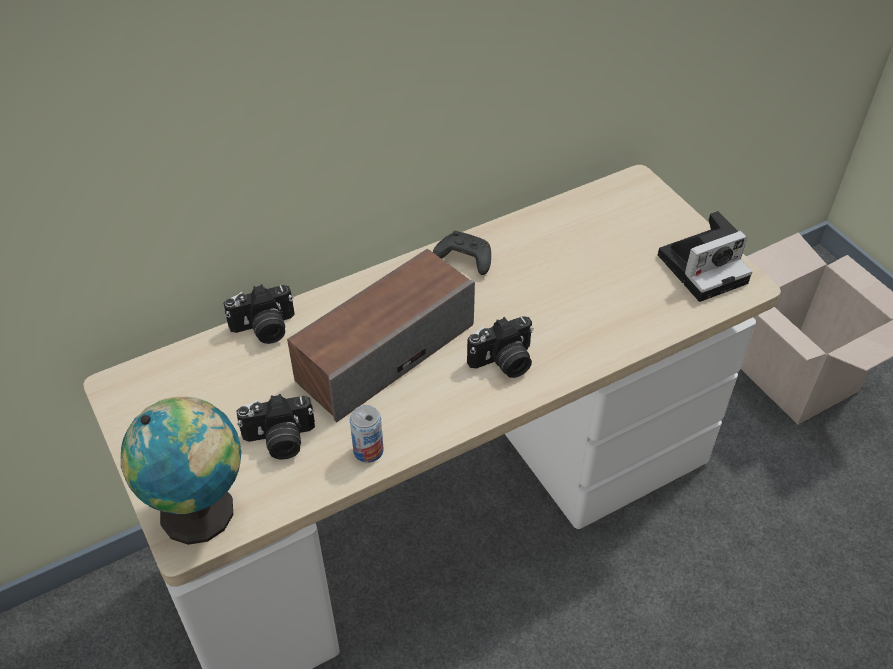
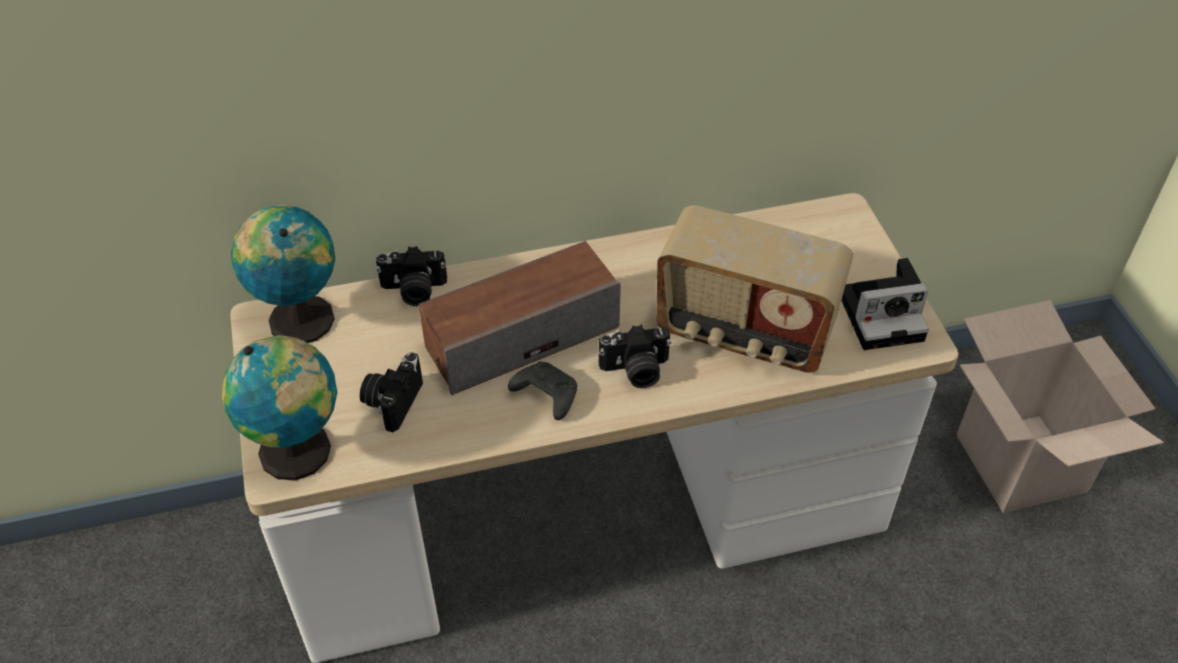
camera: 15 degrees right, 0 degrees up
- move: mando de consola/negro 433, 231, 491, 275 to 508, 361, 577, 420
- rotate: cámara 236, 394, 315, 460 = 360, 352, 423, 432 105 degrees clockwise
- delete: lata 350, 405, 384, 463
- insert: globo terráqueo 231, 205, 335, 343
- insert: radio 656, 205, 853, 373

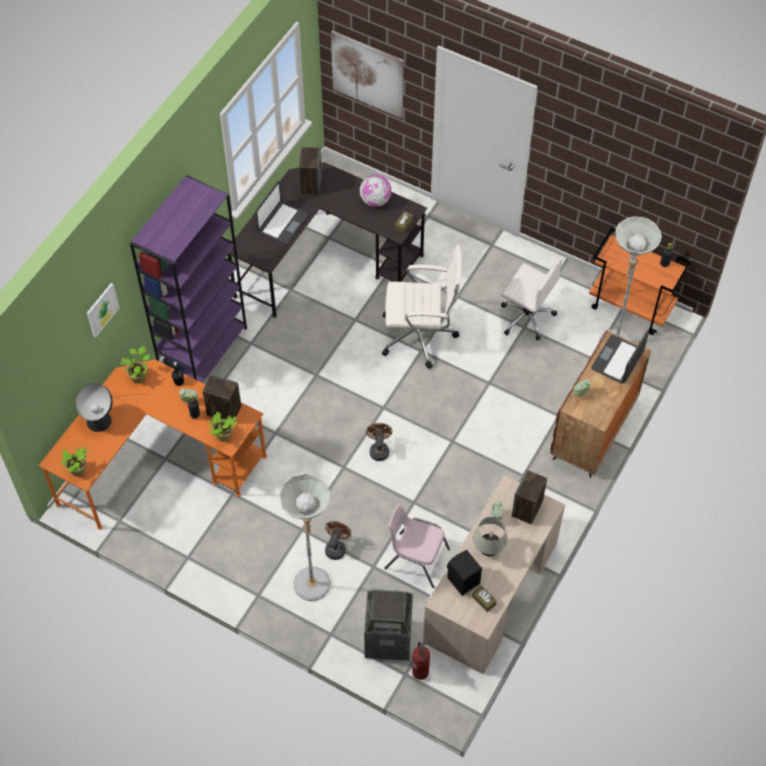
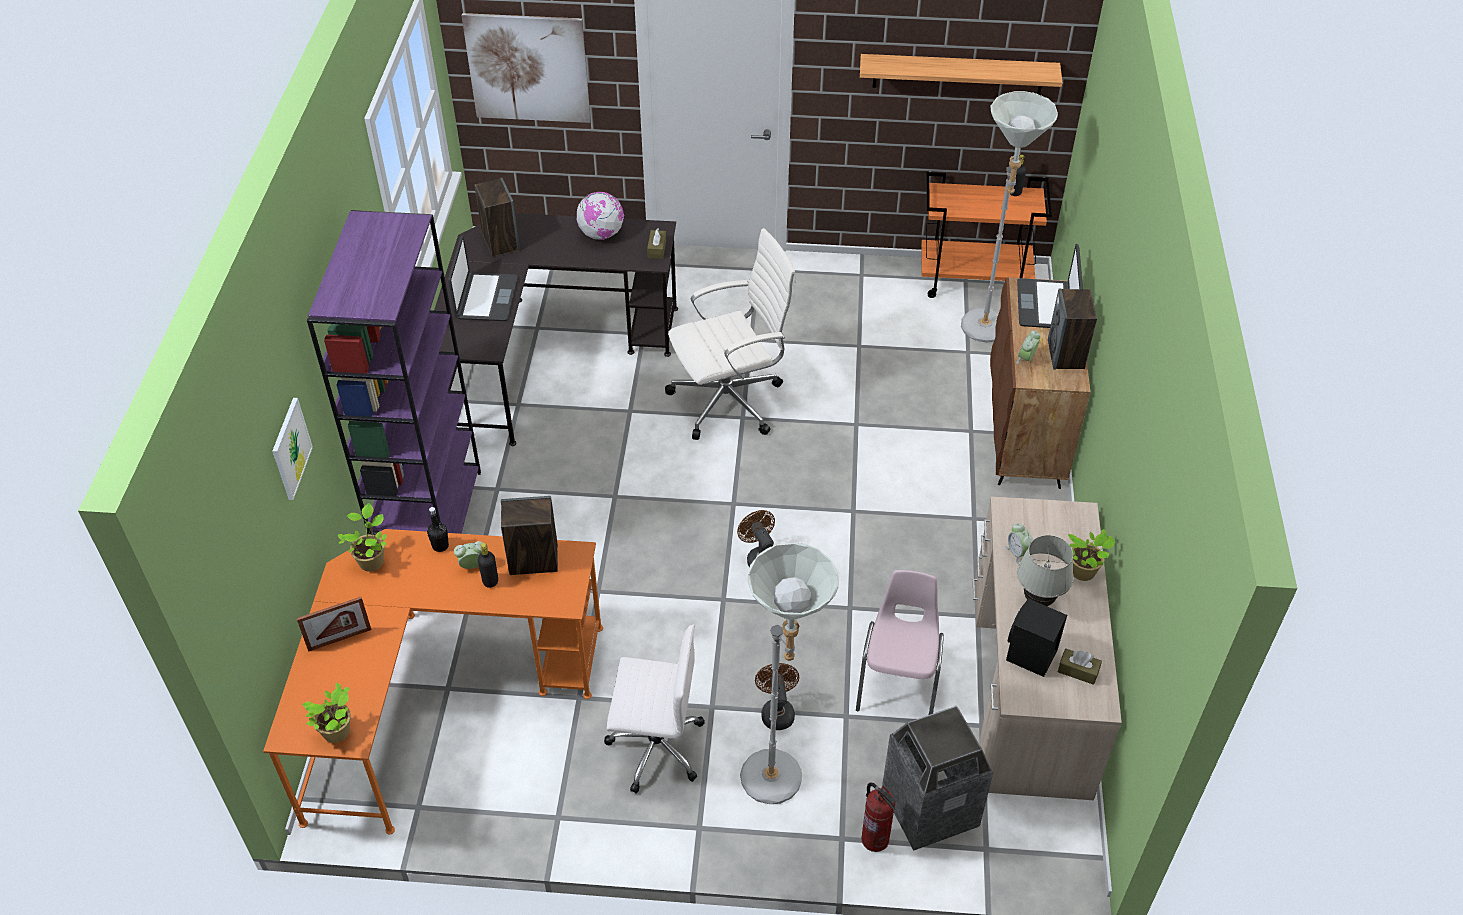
camera: 25 degrees left, 10 degrees down
- move: silla de oficina/blanco 501, 258, 563, 341 to 604, 624, 705, 794
- replace: lámpara de mesa 76, 383, 138, 432 to portarretratos 296, 597, 371, 652
- move: planta en maceta 209, 412, 237, 442 to 1068, 529, 1115, 581
- move: altavoz 512, 470, 547, 524 to 1048, 288, 1097, 369
- rotate: silla/rosa 384, 504, 450, 588 = 856, 570, 944, 715 105 degrees clockwise
- move: extintor 412, 642, 430, 680 to 861, 783, 896, 852
- insert: estante 860, 54, 1062, 95

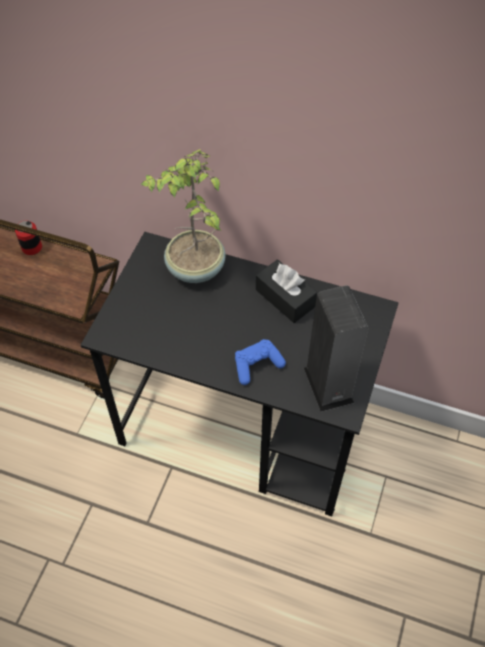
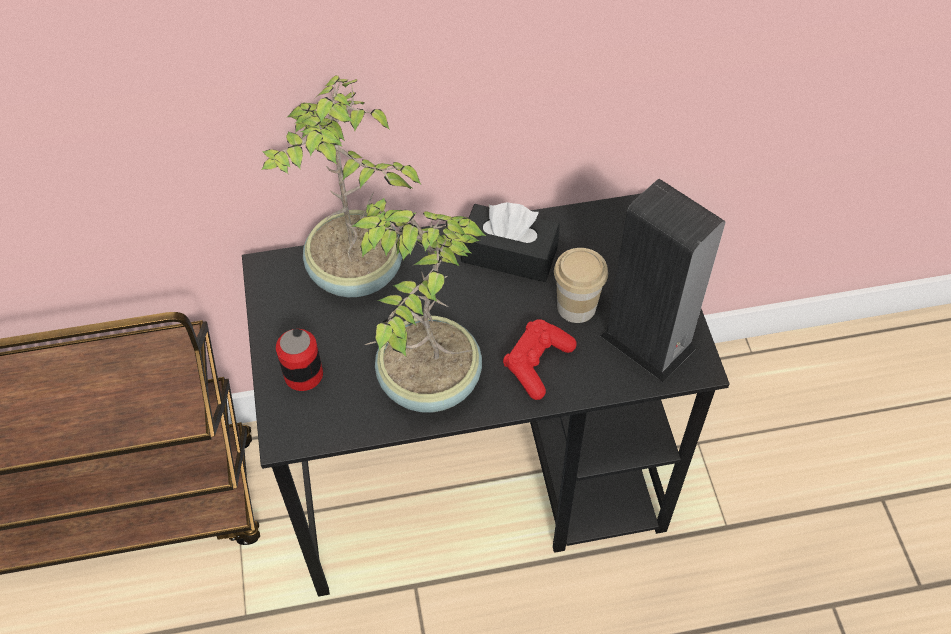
camera: 30 degrees left, 0 degrees up
- move: lata 15, 221, 42, 255 to 276, 329, 323, 391
- recolor: mando de consola/azul 235, 339, 286, 385 to mando de consola/rojo 503, 319, 577, 400
- insert: planta en maceta 351, 197, 486, 413
- insert: taza 554, 248, 608, 323

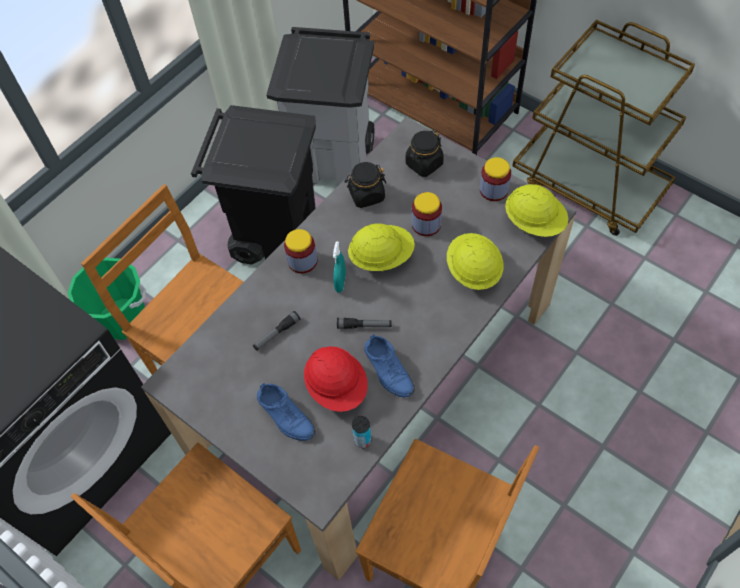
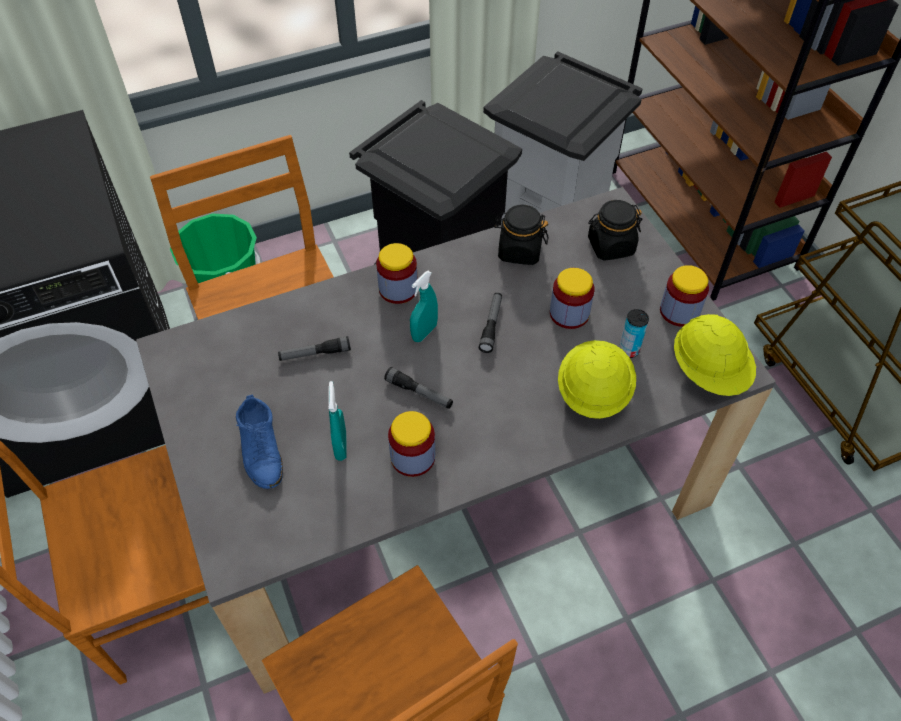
camera: 25 degrees right, 5 degrees down
- replace: casco/amarillo 348, 223, 415, 271 to linterna 479, 293, 502, 353
- replace: zapato/azul 364, 334, 415, 397 to tarro 388, 411, 435, 477
- replace: casco/rojo 304, 346, 368, 412 to pulverizador/turquesa 328, 381, 347, 461
- move: lata 352, 416, 371, 448 to 619, 309, 649, 358

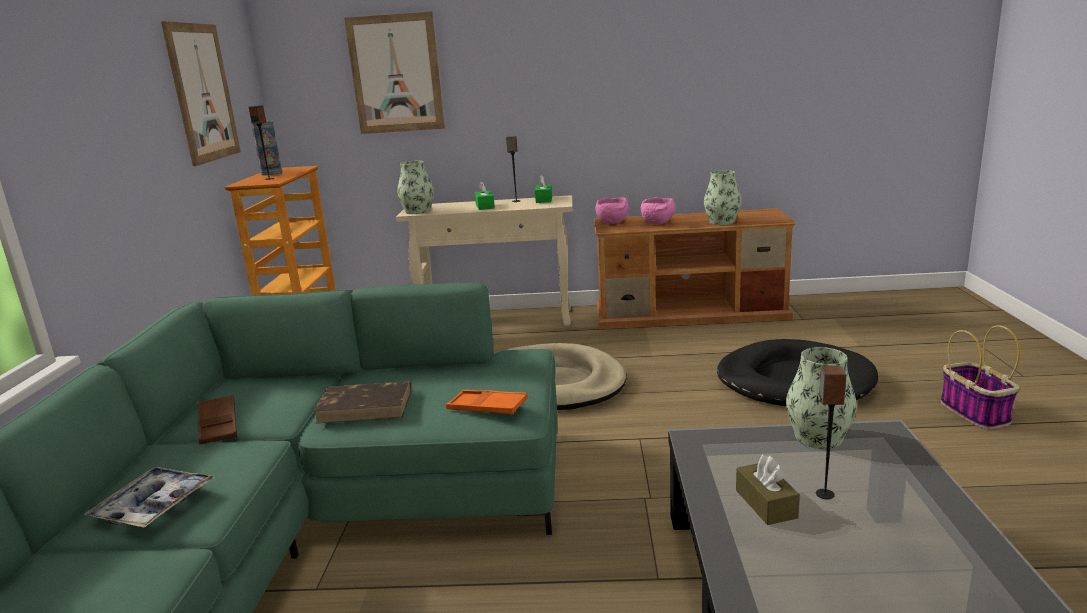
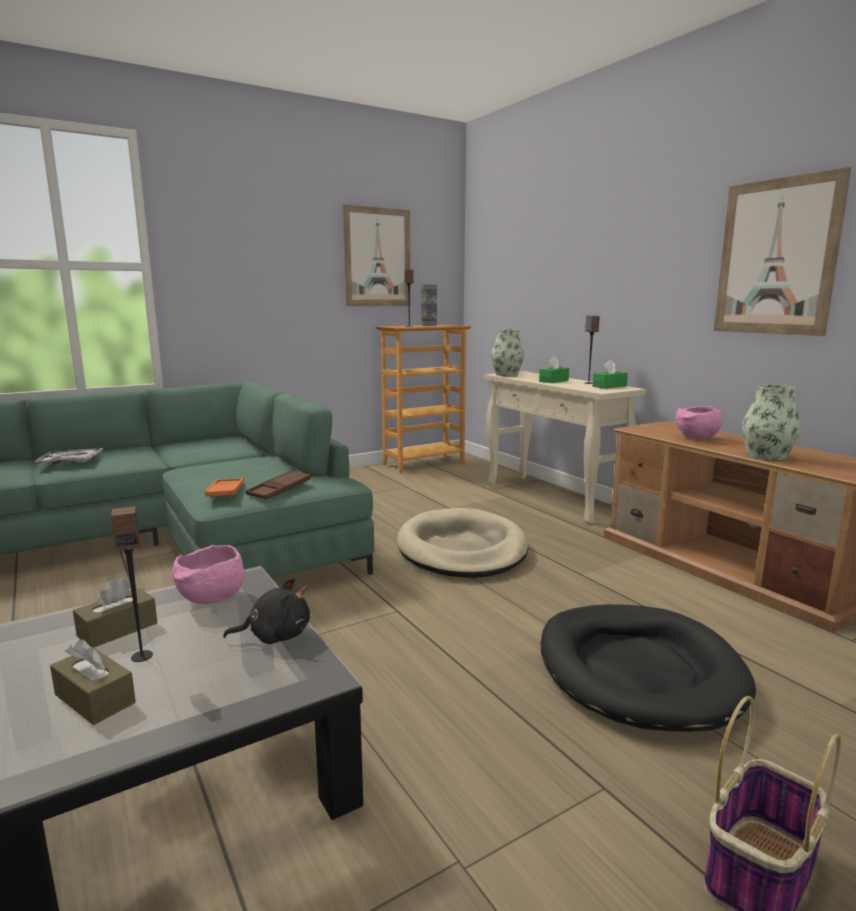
camera: 55 degrees right, 5 degrees down
- move: cuadro 344, 11, 445, 134 to 714, 167, 852, 336
- move: cuenco/rosa 595, 197, 629, 224 to 172, 545, 245, 604
- replace: florero 786, 347, 857, 449 to peluche/negro 223, 578, 310, 644
- delete: libro/marrón 314, 381, 412, 423
- move: bandeja/marrón 198, 395, 237, 445 to 246, 470, 311, 500
- insert: caja de pañuelos/marrón 50, 639, 136, 725

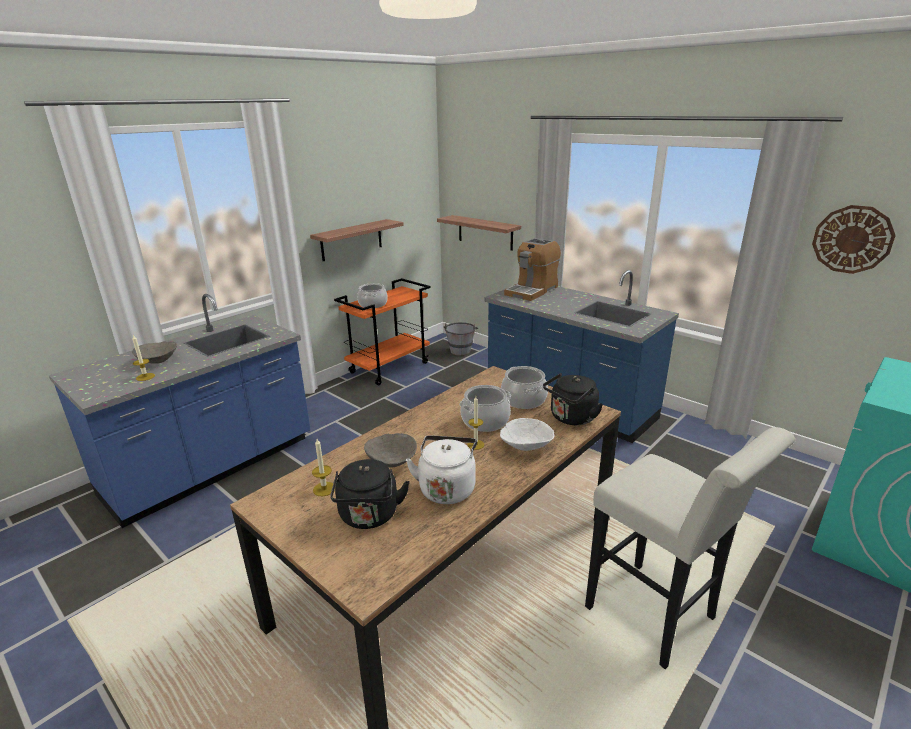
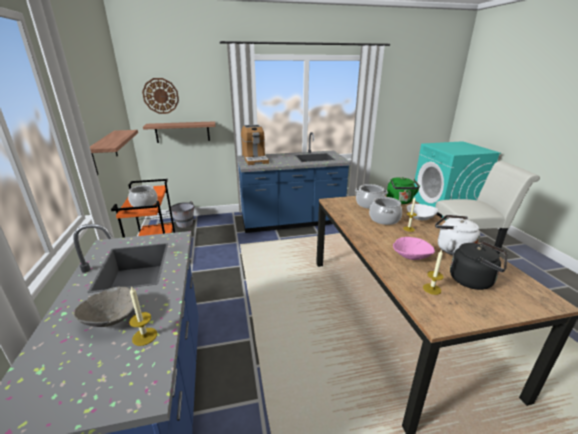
camera: 55 degrees left, 0 degrees up
- move: reloj de pared 812, 205, 896, 274 to 142, 78, 179, 114
- recolor: hervidor/negro 543, 373, 603, 425 to hervidor/verde 387, 177, 420, 204
- recolor: cuenco/gris 364, 433, 417, 467 to cuenco/rosa 393, 237, 435, 260

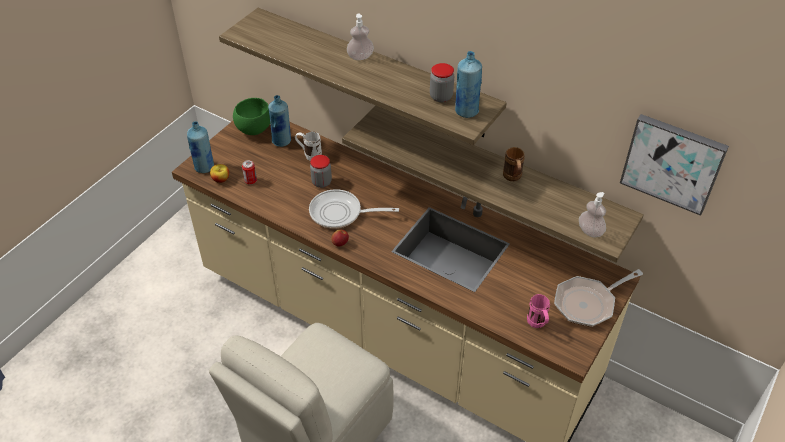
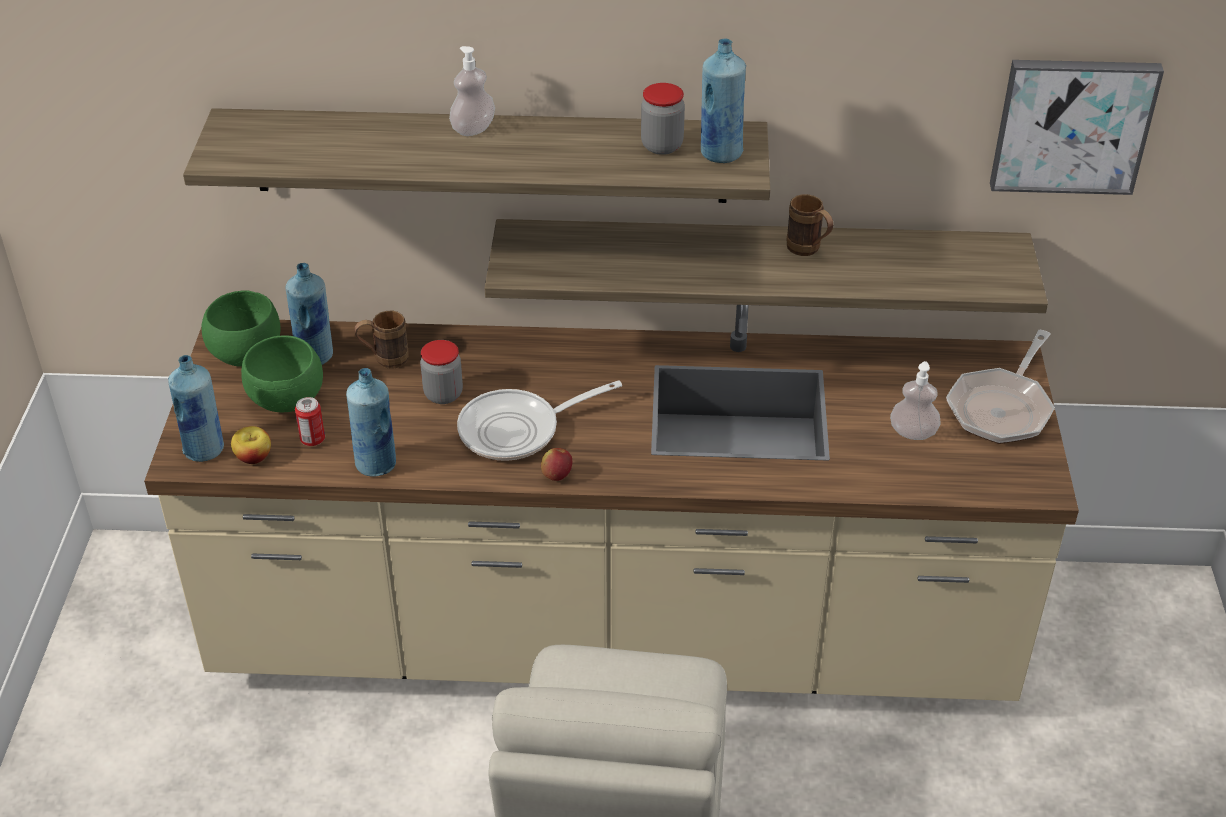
camera: 30 degrees left, 5 degrees down
- recolor: taza grande/blanco 295, 132, 322, 160 to taza grande/marrón 354, 310, 409, 369
- move: dispensador de jabón 579, 192, 606, 238 to 890, 361, 940, 440
- delete: taza grande/rosa 527, 294, 550, 328
- insert: cuenco/verde 241, 335, 323, 412
- insert: botella/azul 346, 368, 396, 477

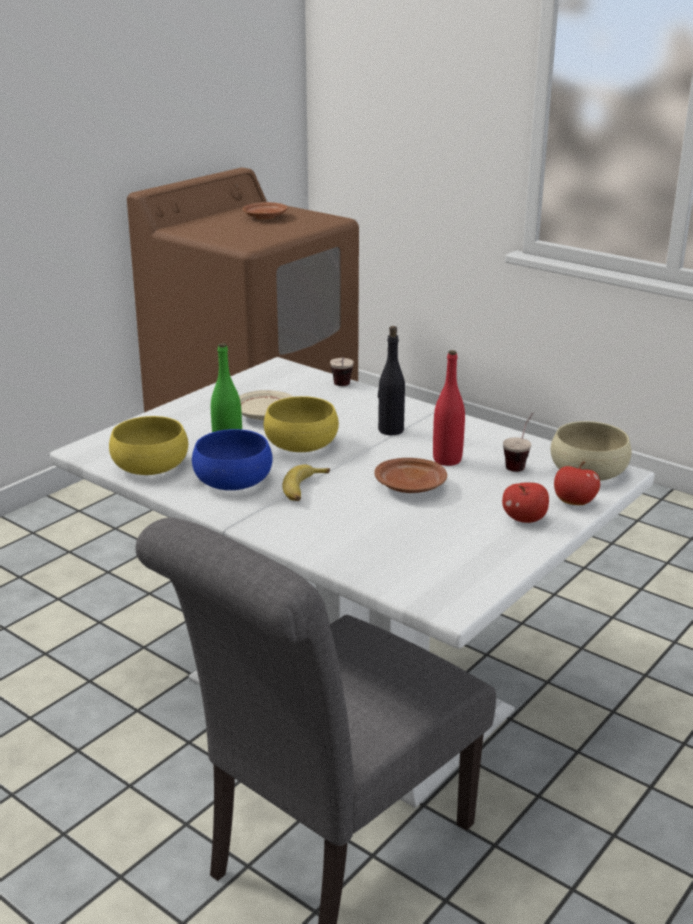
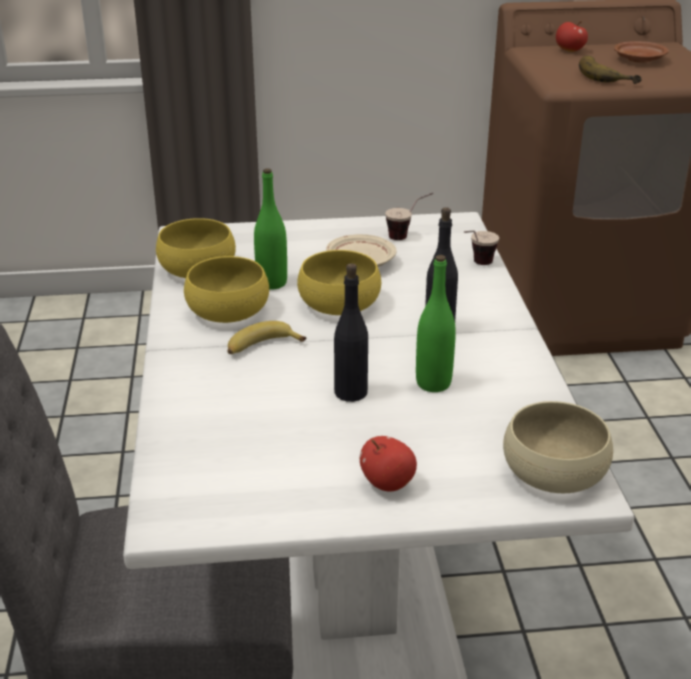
camera: 45 degrees right, 5 degrees up
- recolor: botella/rojo 433, 350, 465, 466 to botella/verde 416, 255, 456, 392
- move: taza 503, 413, 533, 472 to 385, 193, 433, 240
- recolor: cuenco/azul 192, 429, 273, 490 to cuenco/amarillo 184, 256, 269, 323
- replace: plato/marrón 374, 458, 447, 493 to botella/negro 334, 264, 368, 402
- move: manzana 554, 462, 600, 505 to 556, 21, 588, 52
- insert: plátano 579, 56, 642, 84

